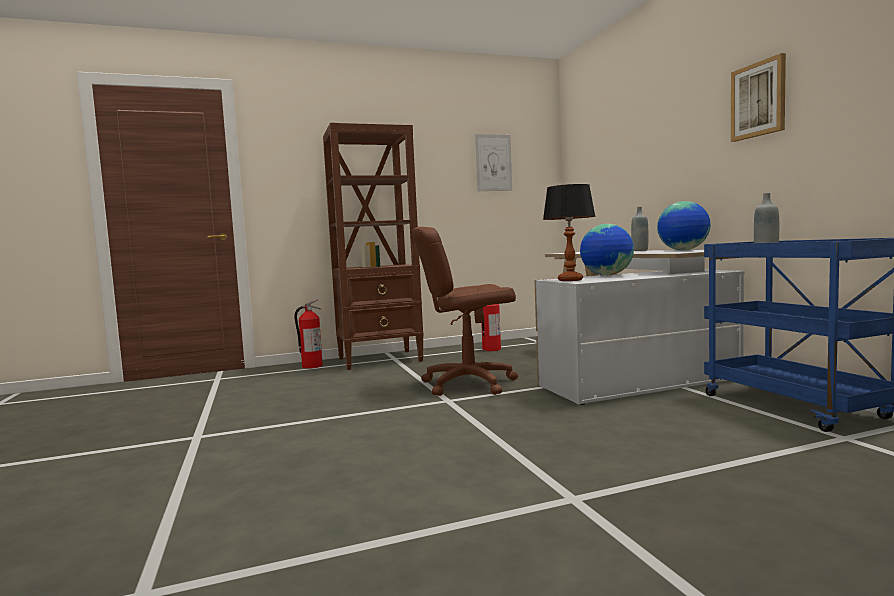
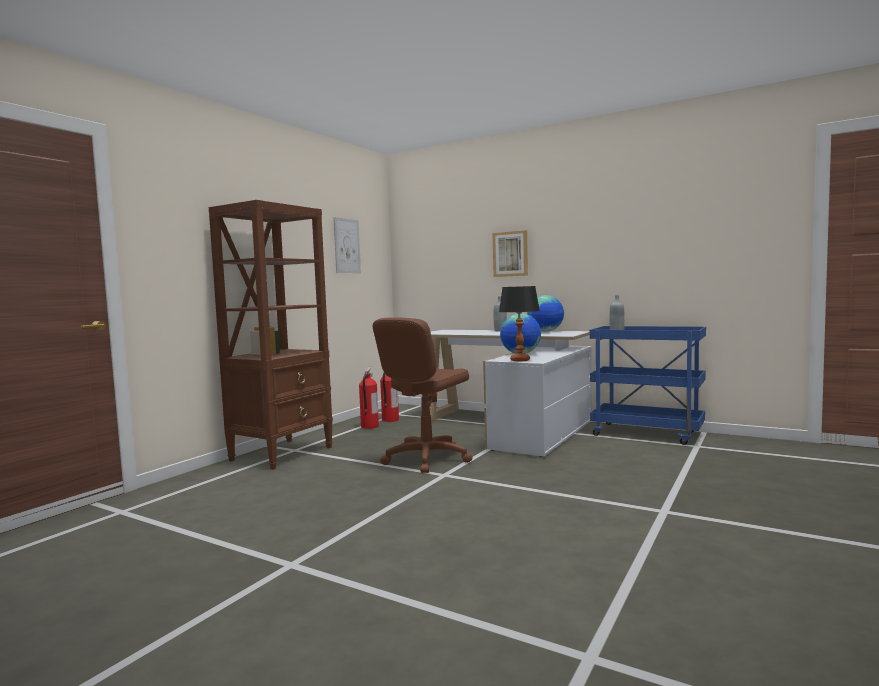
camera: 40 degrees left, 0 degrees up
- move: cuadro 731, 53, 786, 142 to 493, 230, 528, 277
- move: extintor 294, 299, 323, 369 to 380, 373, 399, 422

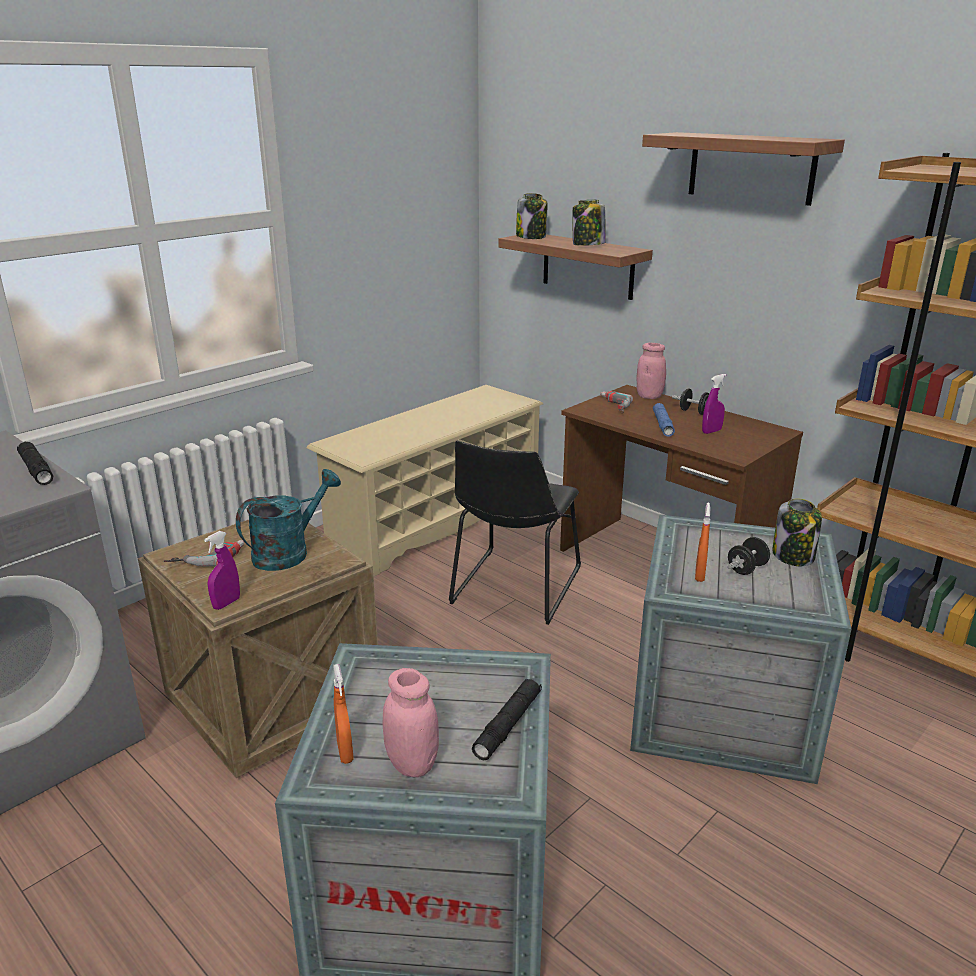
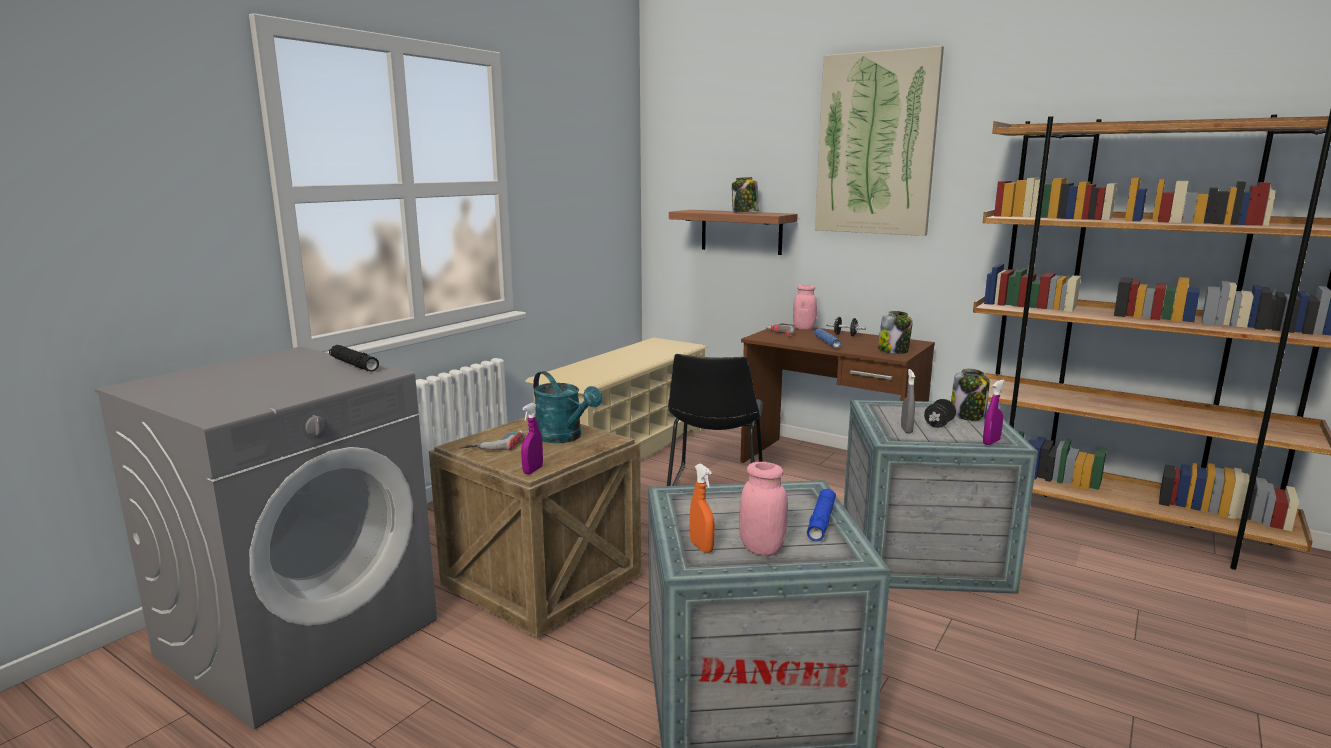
camera: 10 degrees left, 10 degrees down
- replace: estante 642, 132, 845, 206 to cuadro 815, 46, 944, 236
- move: tarro 516, 193, 547, 239 to 878, 311, 913, 354
- move: pulverizador/morado 702, 374, 726, 434 to 983, 380, 1005, 445
- rotate: regadera/turquesa 236, 469, 341, 571 = 533, 371, 602, 443 105 degrees clockwise
- recolor: pulverizador/naranja 695, 503, 710, 582 to pulverizador/gris 901, 369, 915, 433
- recolor: linterna/negro 472, 679, 542, 761 to linterna/azul 807, 489, 836, 542

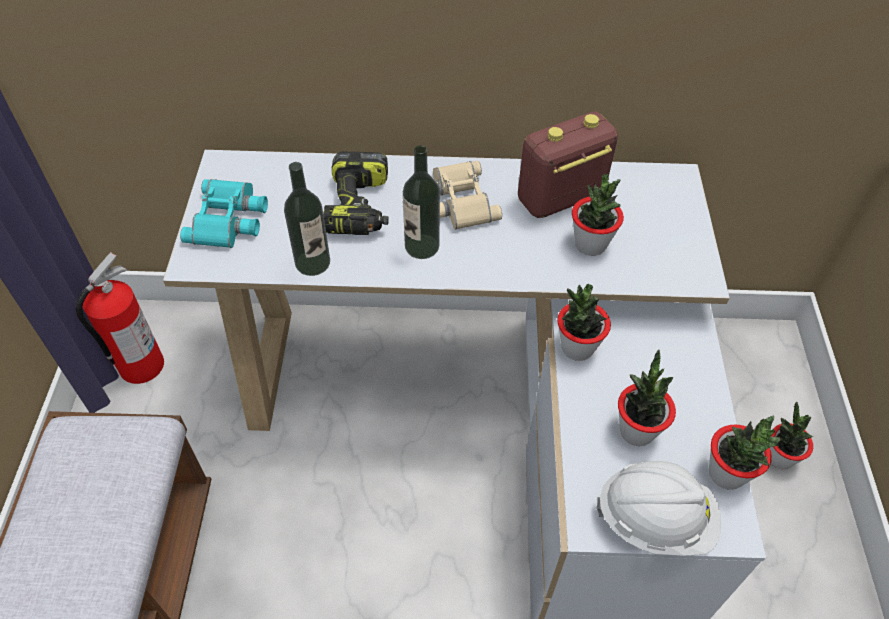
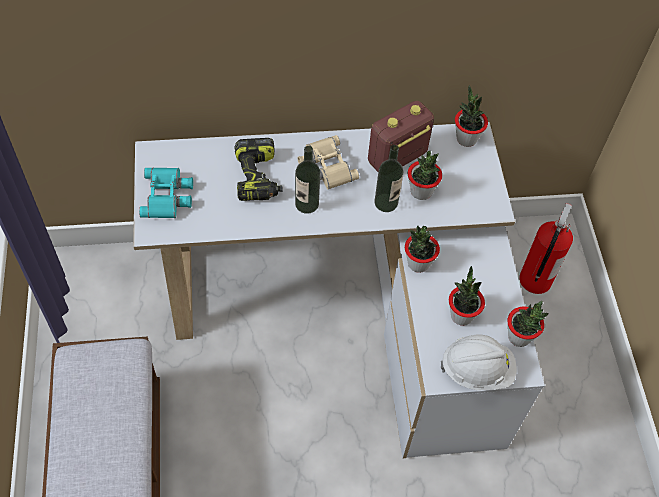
camera: 10 degrees left, 5 degrees up
- move: botella 284, 162, 330, 276 to 374, 145, 403, 212
- move: extintor 76, 252, 164, 384 to 519, 203, 573, 294
- move: planta en maceta 770, 402, 813, 469 to 455, 85, 488, 147

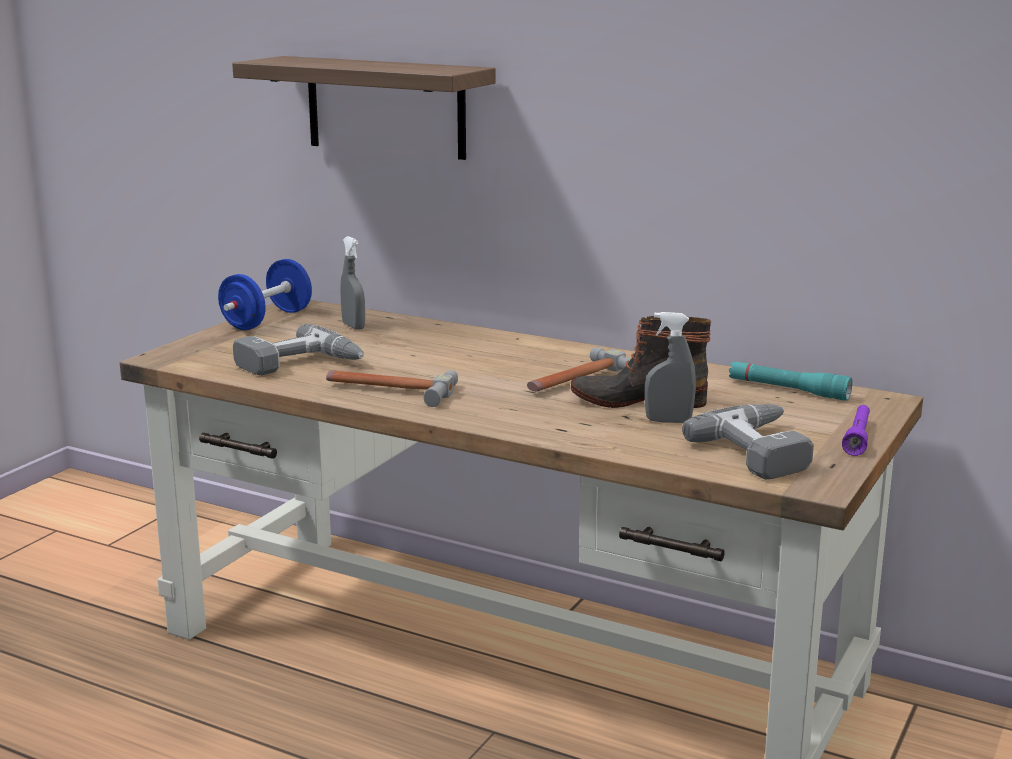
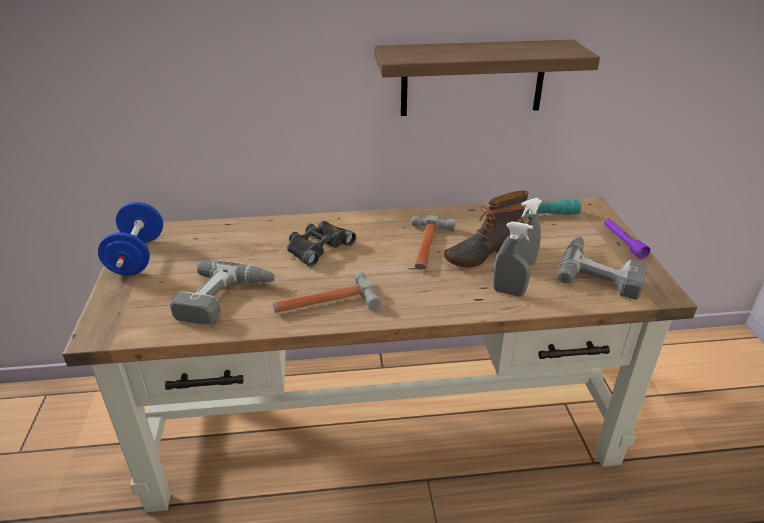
camera: 35 degrees left, 15 degrees up
- move: estante 232, 56, 496, 160 to 375, 40, 600, 116
- move: pulverizador/gris 340, 236, 365, 330 to 493, 222, 533, 296
- insert: prismáticos/negro 287, 221, 356, 267

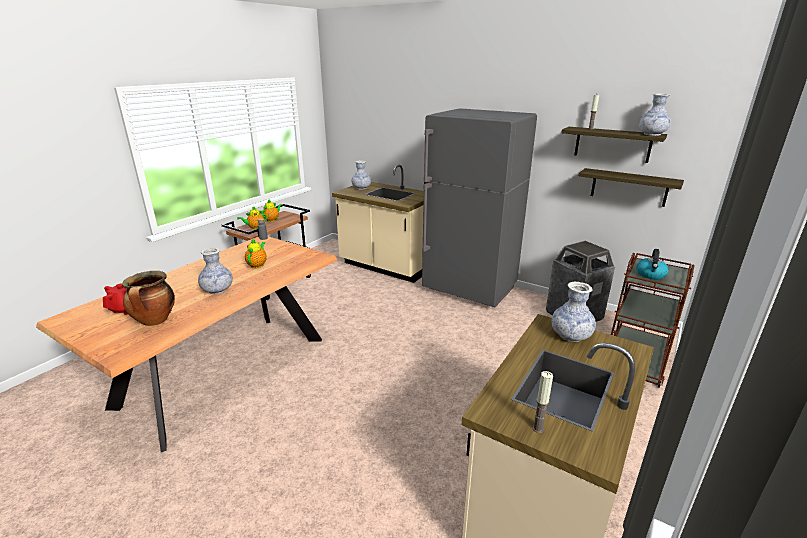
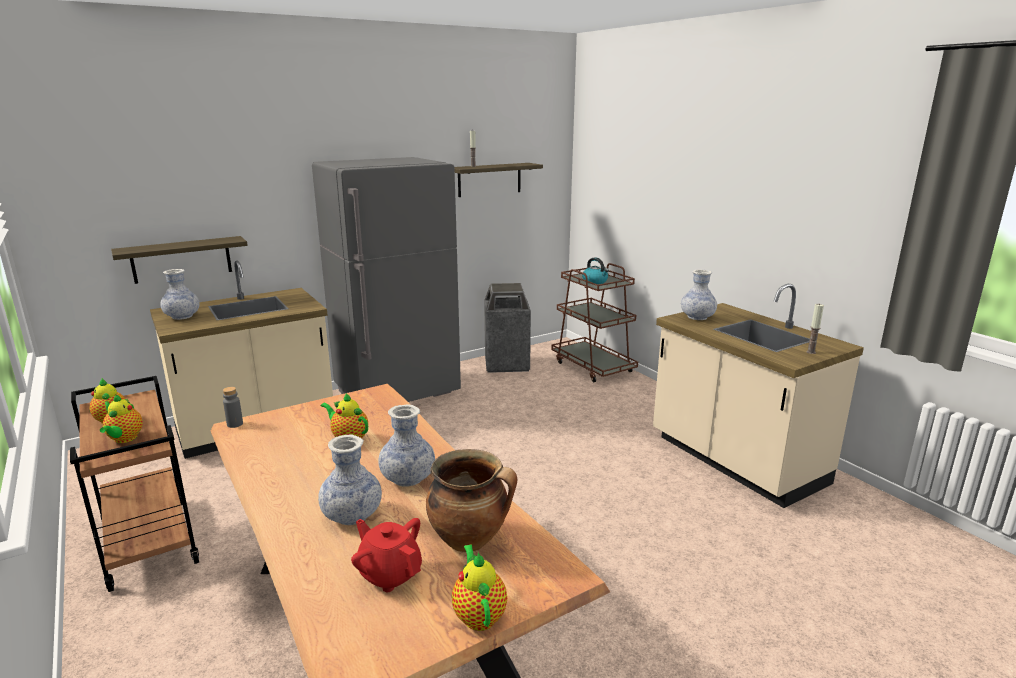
camera: 65 degrees left, 5 degrees down
- move: florero 639, 94, 671, 136 to 318, 434, 382, 525
- move: estante 579, 168, 684, 207 to 111, 236, 248, 284
- insert: tetera 452, 545, 507, 631

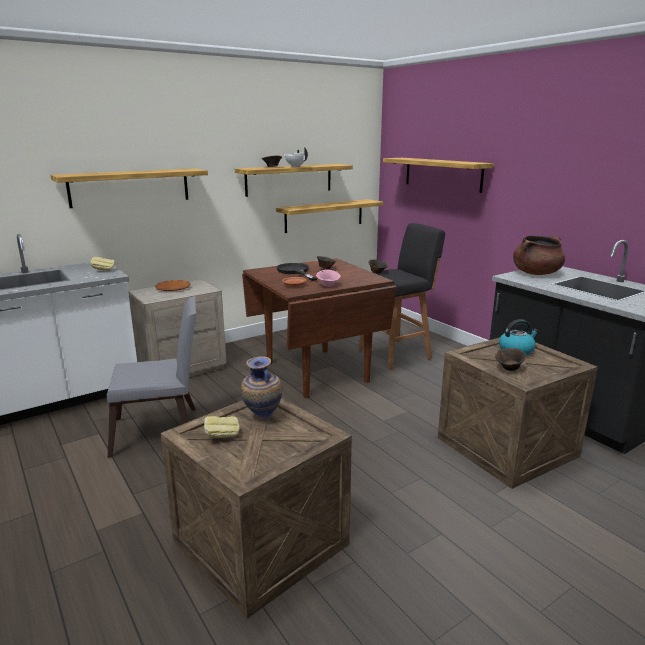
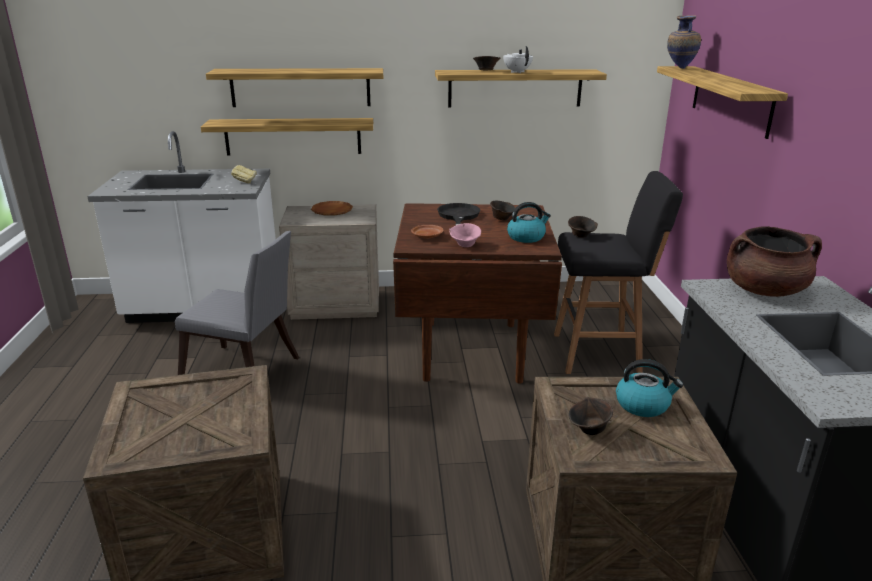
camera: 30 degrees right, 5 degrees up
- move: estante 276, 199, 383, 233 to 201, 118, 373, 156
- move: florero 241, 356, 282, 418 to 667, 15, 701, 69
- delete: pan 203, 416, 240, 438
- insert: hervidor 507, 202, 551, 243

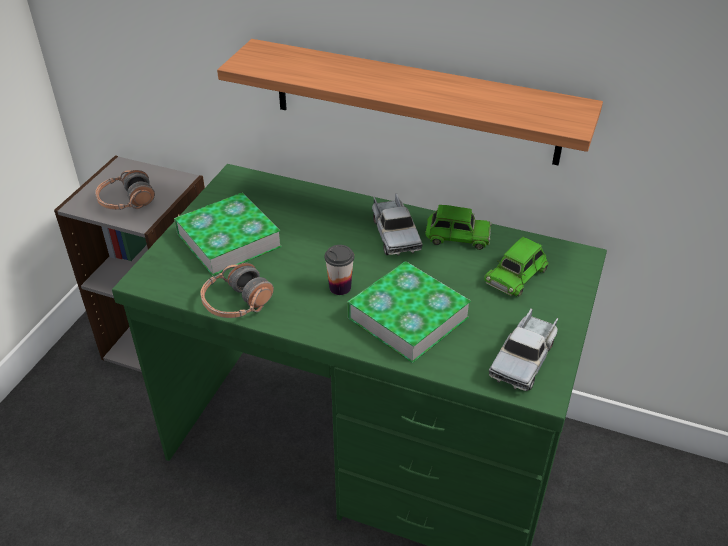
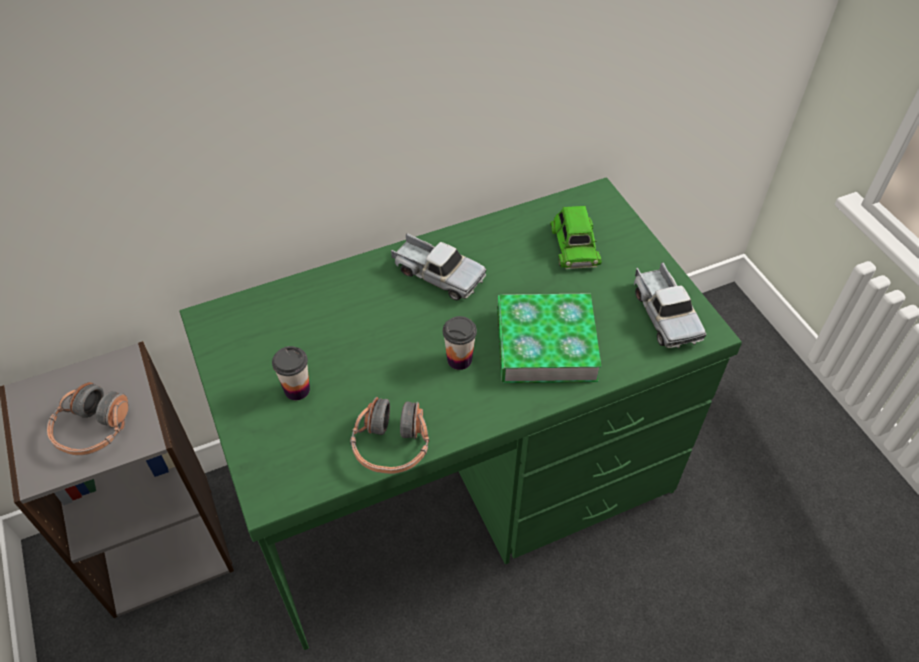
camera: 45 degrees left, 10 degrees up
- delete: estante 217, 39, 603, 165
- replace: libro 174, 193, 282, 276 to taza 272, 346, 310, 400
- delete: coche de juguete/verde 425, 205, 492, 250

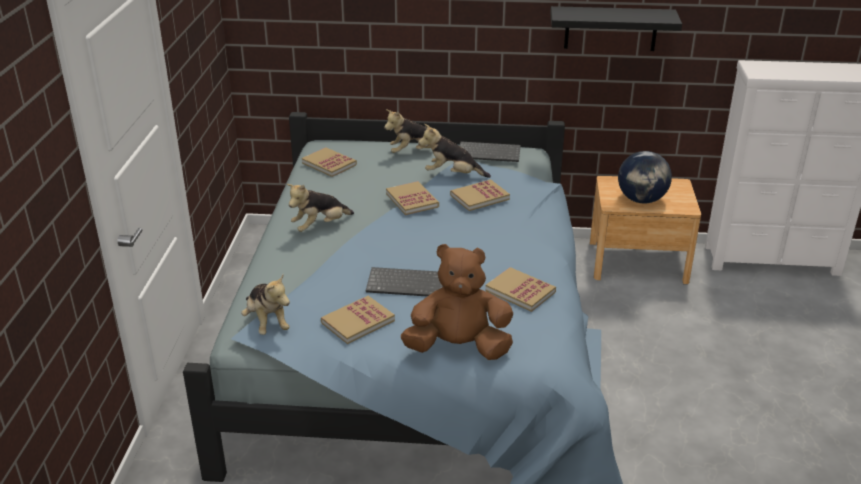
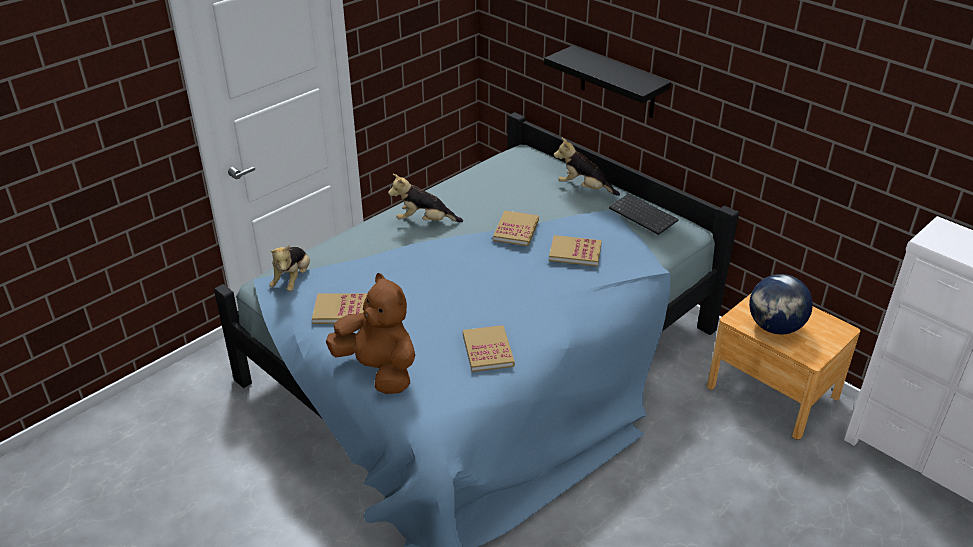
camera: 40 degrees right, 5 degrees up
- move: estante/negro 550, 6, 682, 51 to 544, 46, 671, 118
- delete: peluche 419, 124, 491, 178
- delete: libro 302, 148, 357, 177
- delete: teclado 366, 267, 443, 296

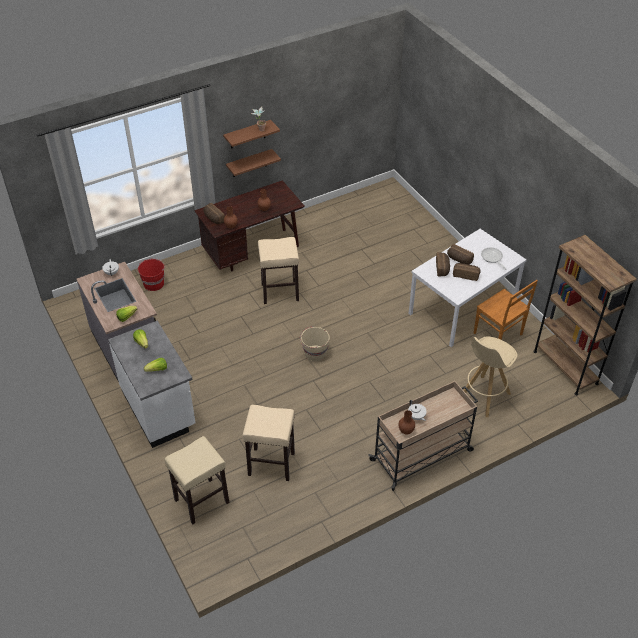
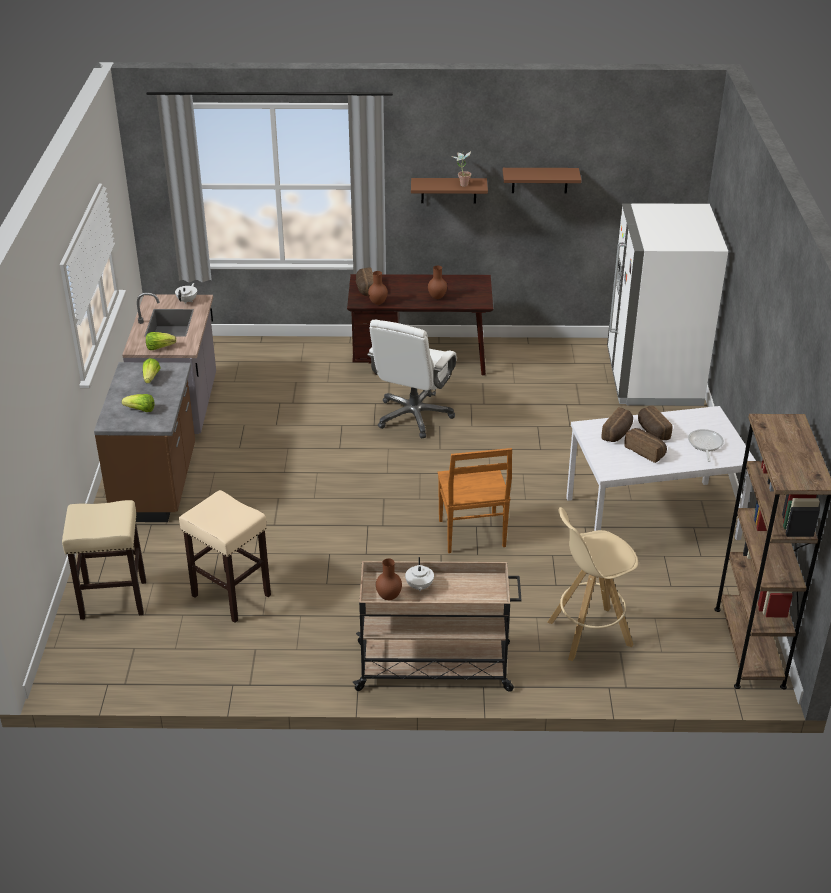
camera: 30 degrees right, 10 degrees down
- move: estante/marrón 226, 149, 281, 177 to 503, 168, 581, 193
- replace: taburete/beis 258, 237, 299, 304 to silla de oficina/blanco 367, 320, 457, 439
- delete: cubo/rojo 138, 259, 165, 291
- move: silla/marrón 474, 280, 538, 340 to 438, 448, 512, 553
- recolor: mueble bajo de cocina/blanco 108, 321, 196, 448 to mueble bajo de cocina/marrón 94, 362, 195, 522
- delete: cubo/beis 300, 326, 330, 361
- insert: nevera/blanco 607, 203, 728, 406

